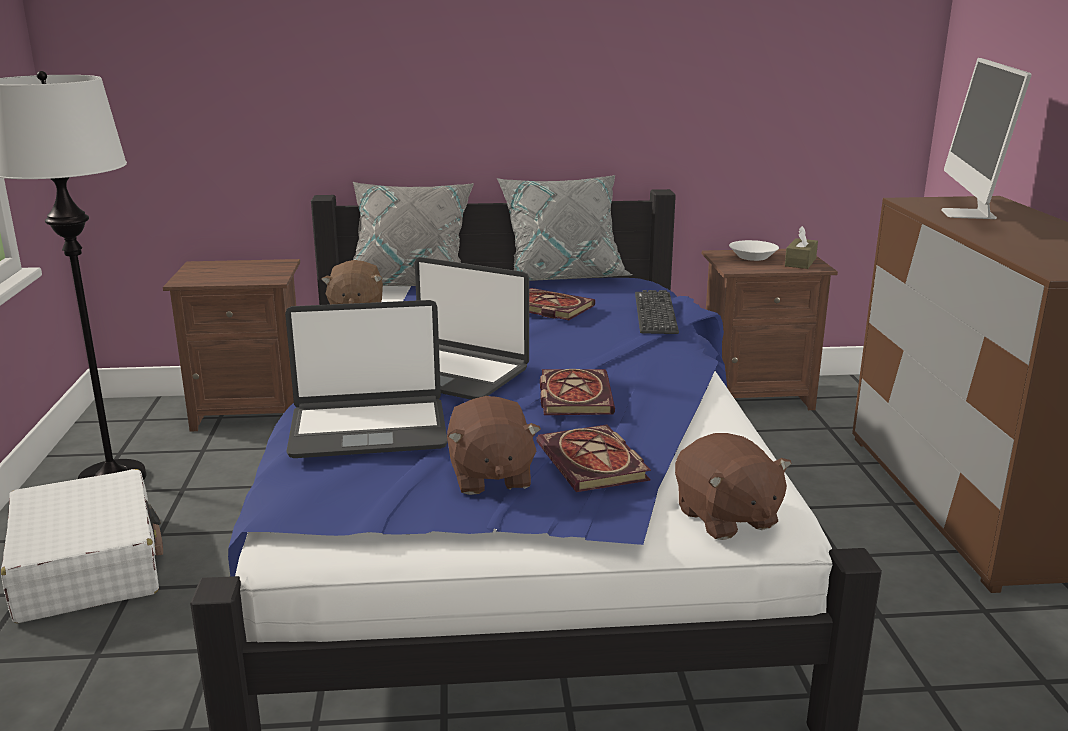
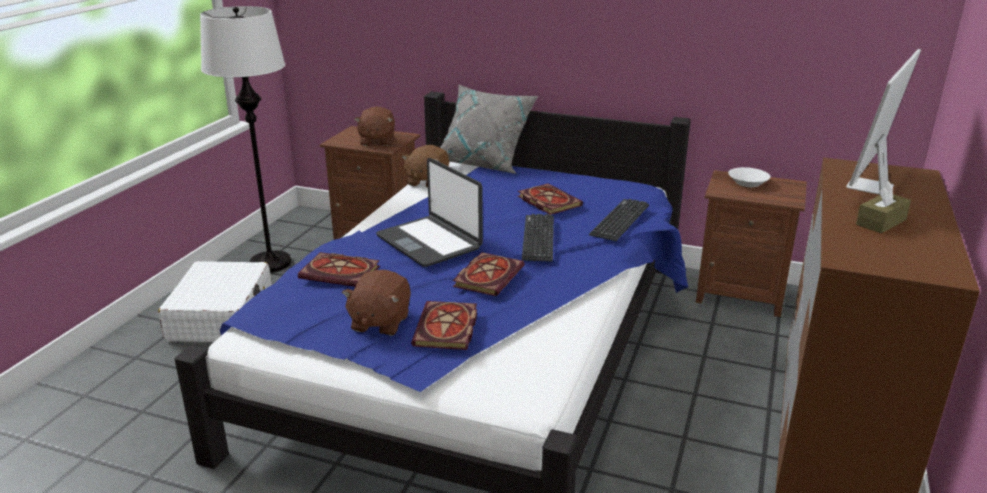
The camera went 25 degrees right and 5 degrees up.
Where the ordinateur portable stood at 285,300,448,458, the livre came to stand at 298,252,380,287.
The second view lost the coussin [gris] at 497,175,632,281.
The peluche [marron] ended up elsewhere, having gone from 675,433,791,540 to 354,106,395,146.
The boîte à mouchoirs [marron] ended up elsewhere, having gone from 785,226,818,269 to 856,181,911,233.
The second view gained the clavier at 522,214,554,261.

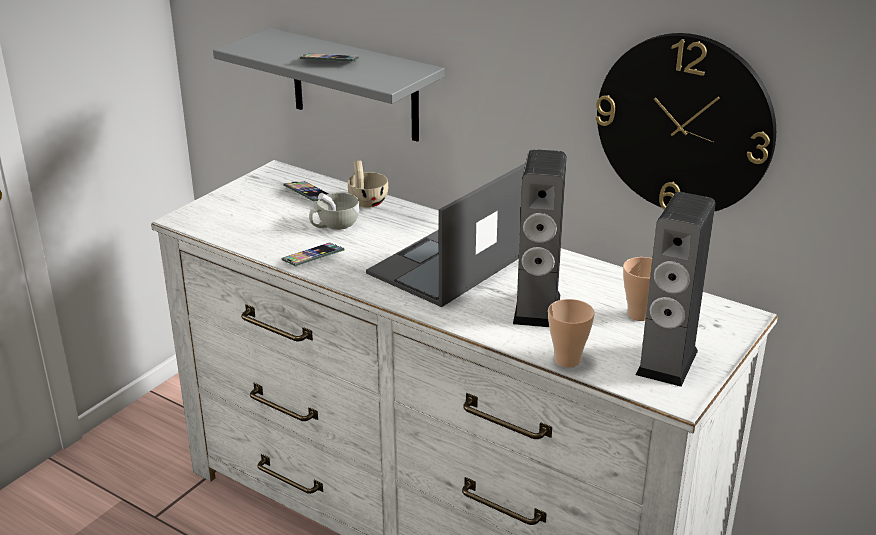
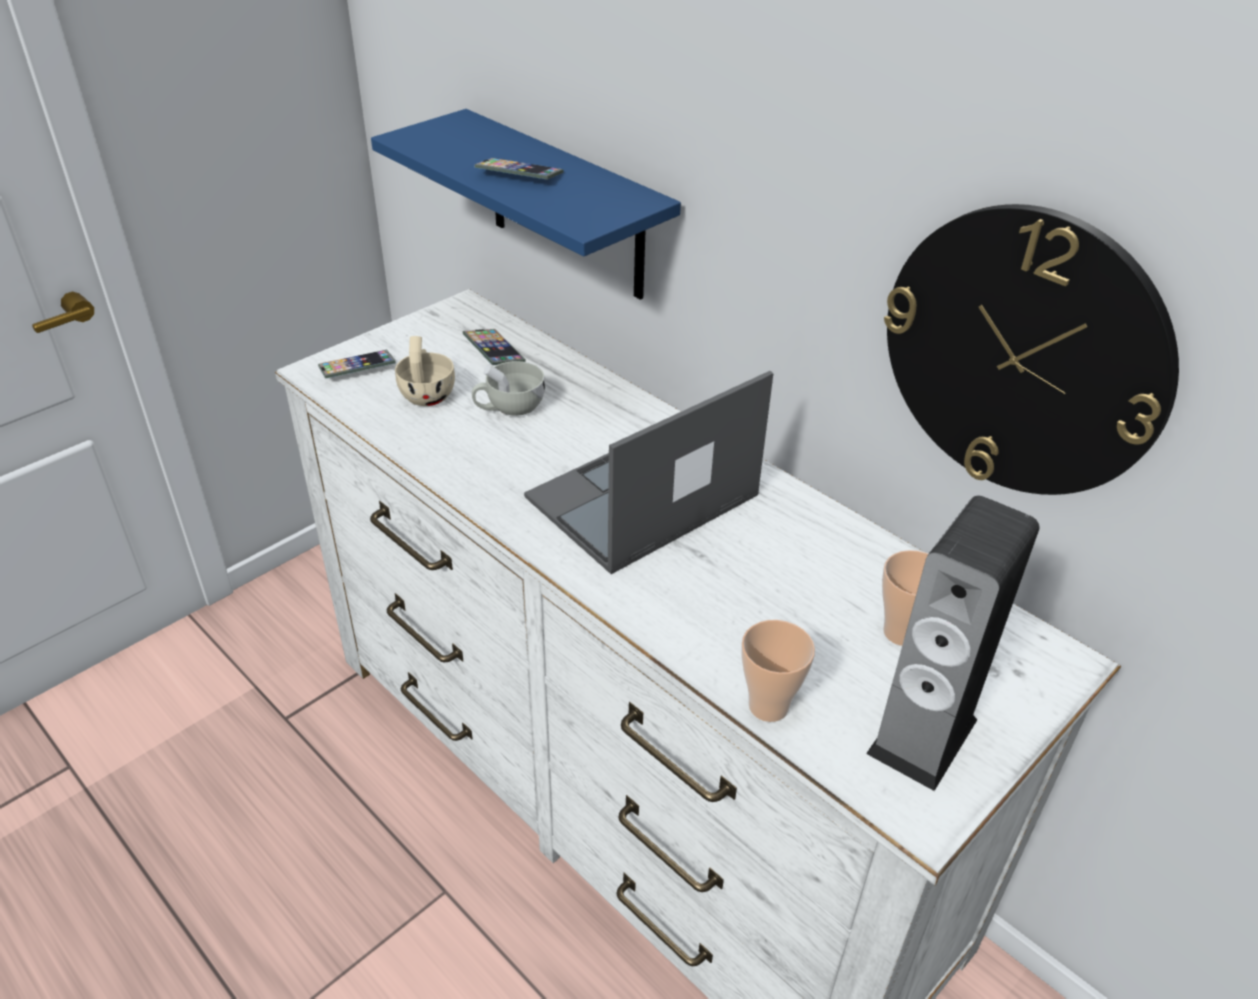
The camera went 10 degrees right and 10 degrees up.
What was the étagère [gris] at 213,28,445,142 turned into the étagère [bleu] at 371,109,681,300.
The téléphone ended up elsewhere, having gone from 281,242,344,266 to 318,350,396,379.
The tasse [beige] ended up elsewhere, having gone from 348,161,388,208 to 395,336,455,406.
The second view lost the enceinte at 513,149,567,327.

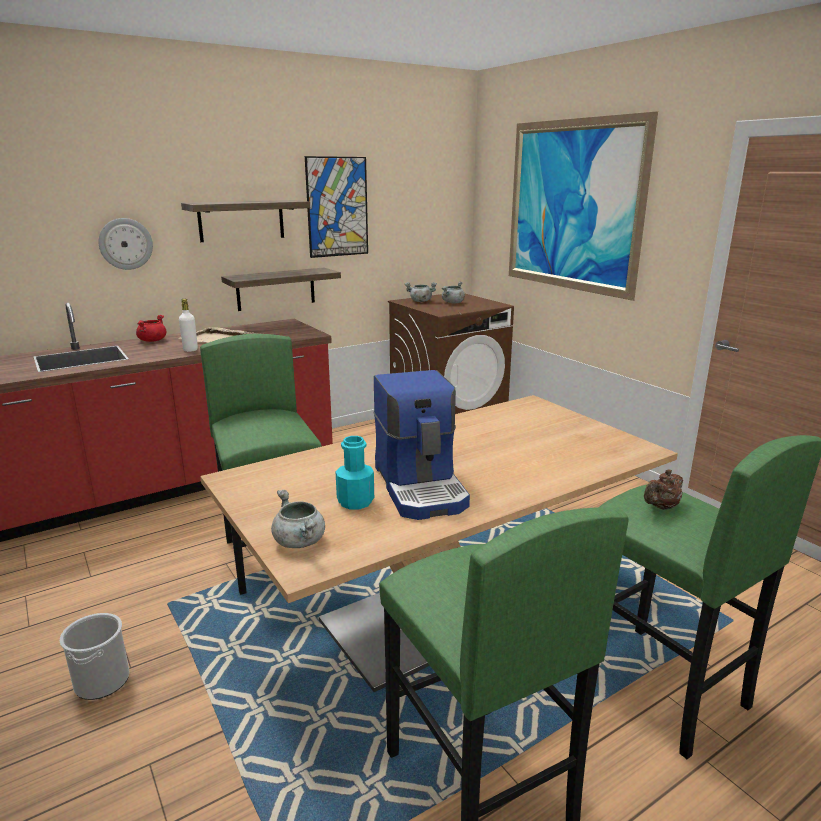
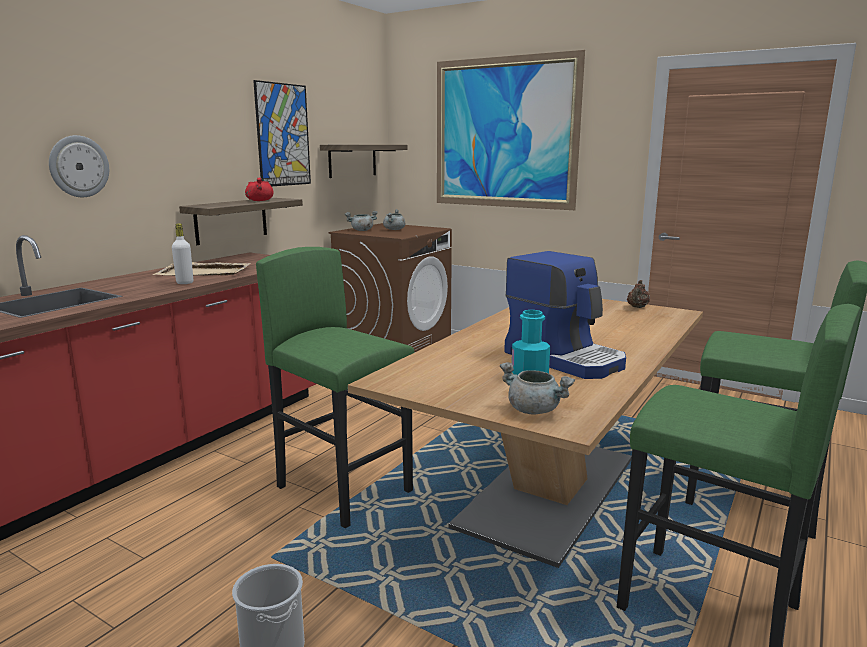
The camera went 25 degrees left and 5 degrees down.
The marmite [rouge] ended up elsewhere, having gone from 136,315,167,342 to 245,177,274,201.
The étagère ended up elsewhere, having gone from 181,200,310,242 to 320,145,408,178.
The théière [marron] ended up elsewhere, having gone from 644,469,683,510 to 627,280,650,308.

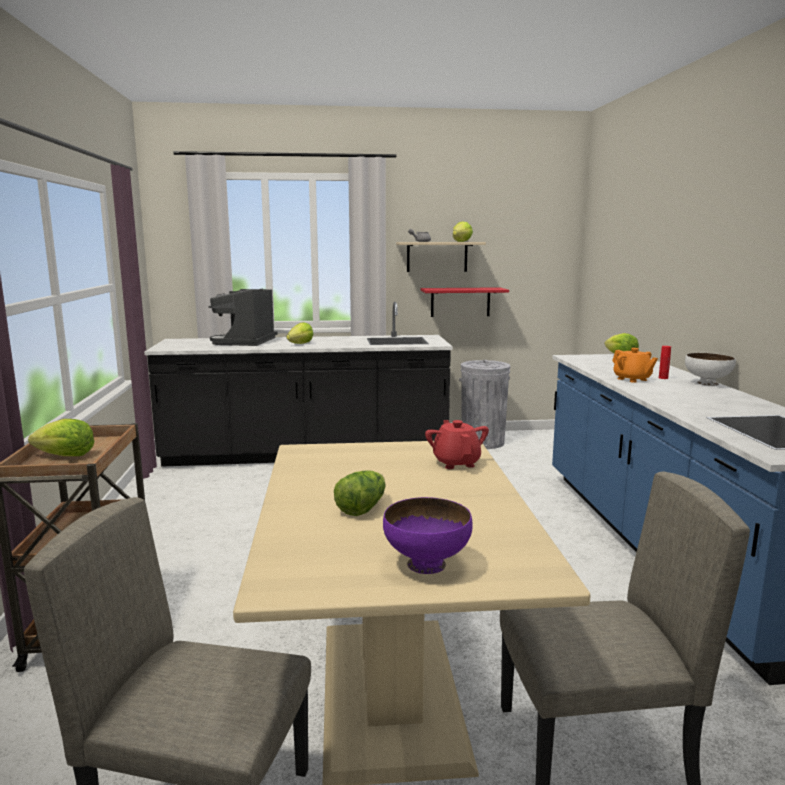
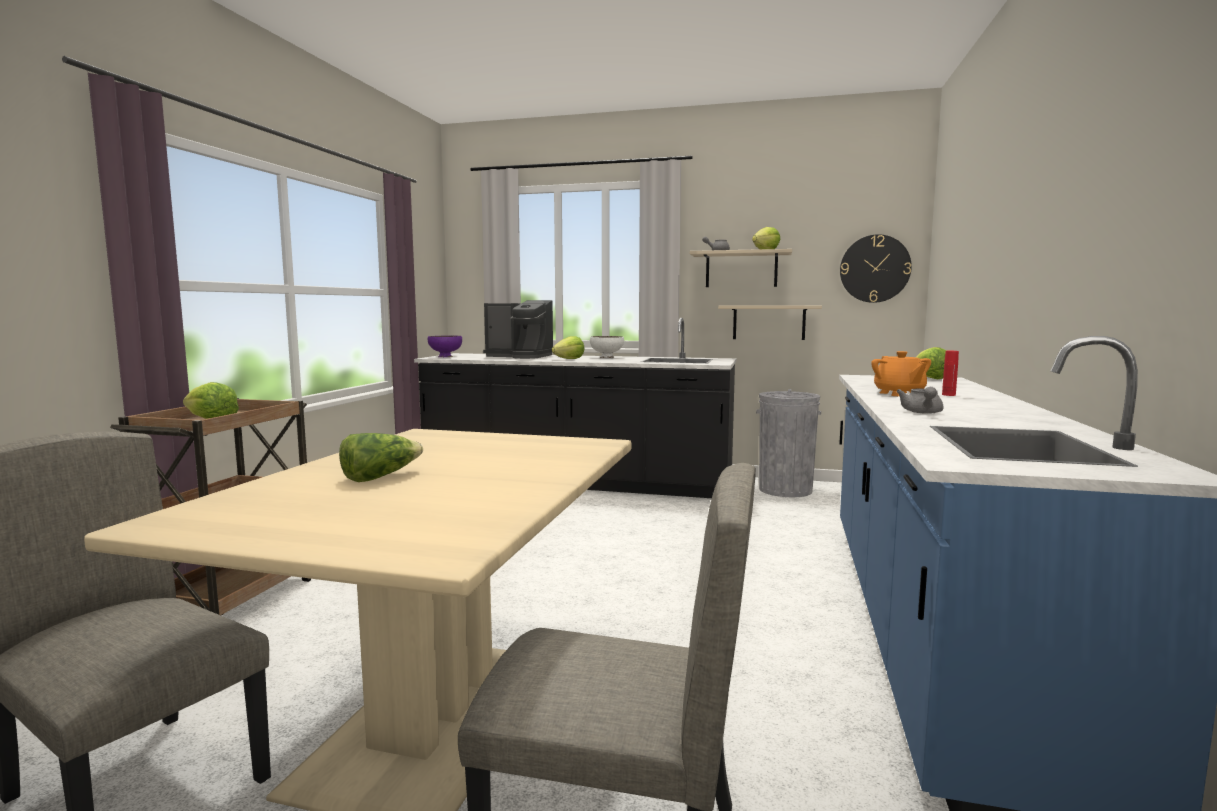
The camera went 20 degrees right and 5 degrees down.
The machine à café at 208,289,278,346 ended up facing another way, 105 degrees counterclockwise from before.
The bol [violet] ended up elsewhere, having gone from 383,497,473,574 to 428,335,462,357.
What was the étagère [rouge] at 421,287,509,317 turned into the étagère [beige] at 718,306,822,340.
The second view lost the théière [rouge] at 425,420,489,469.
The bol [blanc] ended up elsewhere, having gone from 685,353,736,386 to 590,336,624,358.
The second view gained the horloge murale at 840,234,912,303.
The second view gained the théière [gris] at 896,387,944,414.

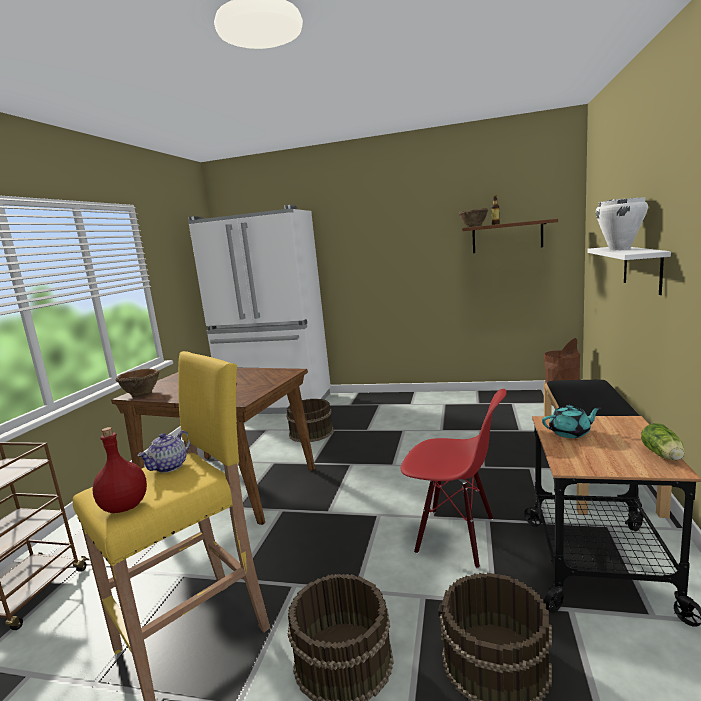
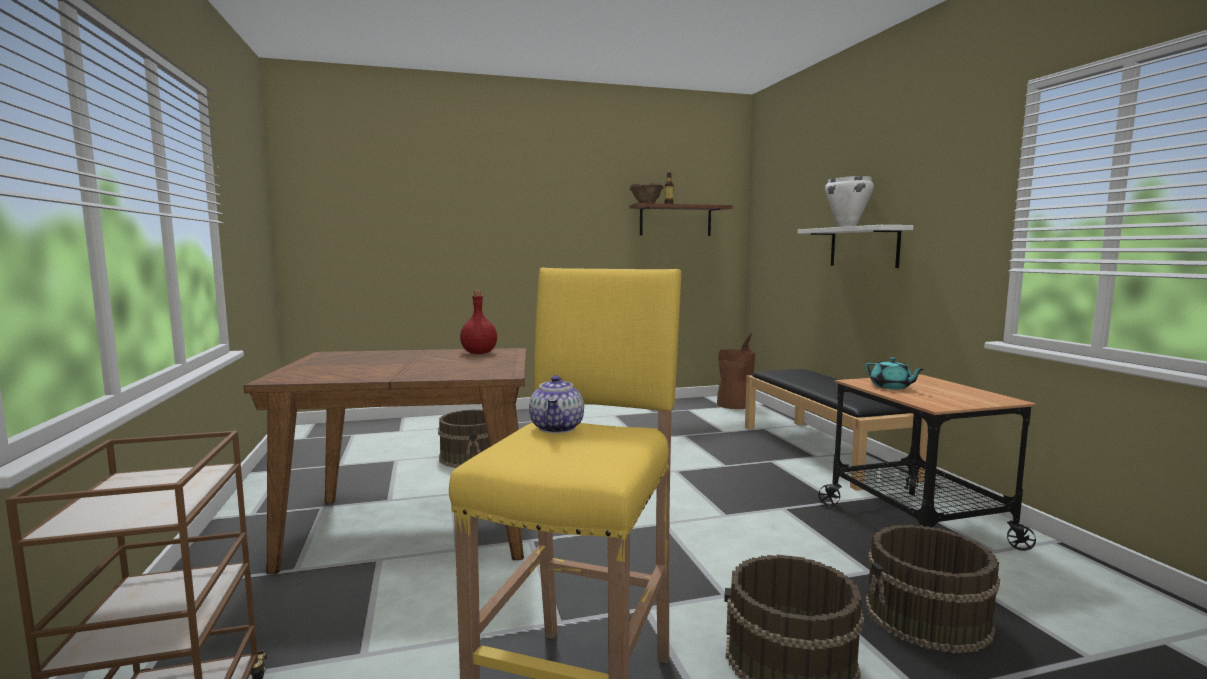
The camera went 30 degrees left and 5 degrees down.
The bouteille [rouge] ended up elsewhere, having gone from 93,427,147,513 to 460,291,497,354.
The second view lost the bol [marron] at 115,369,159,397.
The second view lost the réfrigérateur [blanc] at 188,205,331,414.
The second view lost the chaise [rouge] at 401,389,507,569.
The théière [turquoise] at 542,405,601,438 ended up facing another way, 90 degrees clockwise from before.
The second view lost the laitue at 641,423,685,460.

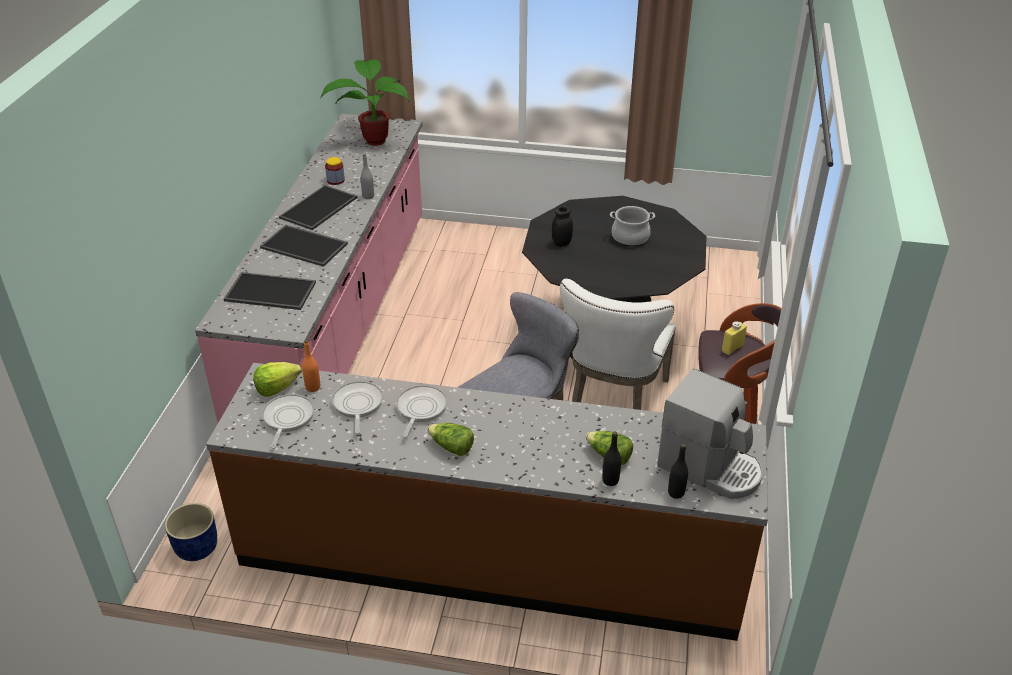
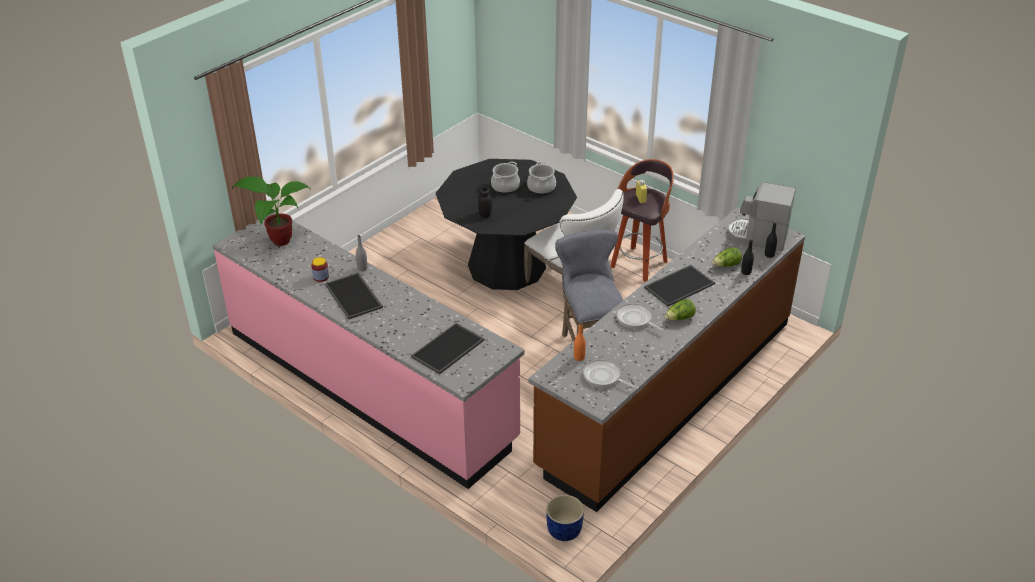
The camera went 60 degrees left and 0 degrees up.
The second view lost the laitue at 254,362,302,397.
The plateau ended up elsewhere, having gone from 260,225,348,267 to 644,265,715,306.
The second view lost the poêle at 332,381,383,434.
The machine à café at 657,368,763,499 ended up facing another way, 135 degrees counterclockwise from before.
The second view gained the marmite at 527,161,556,194.

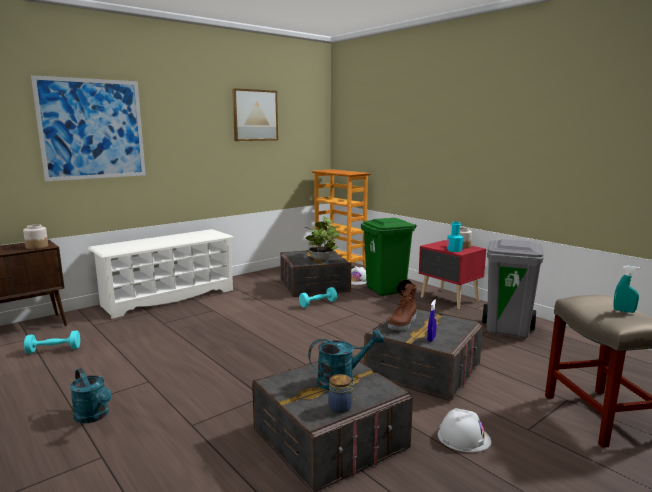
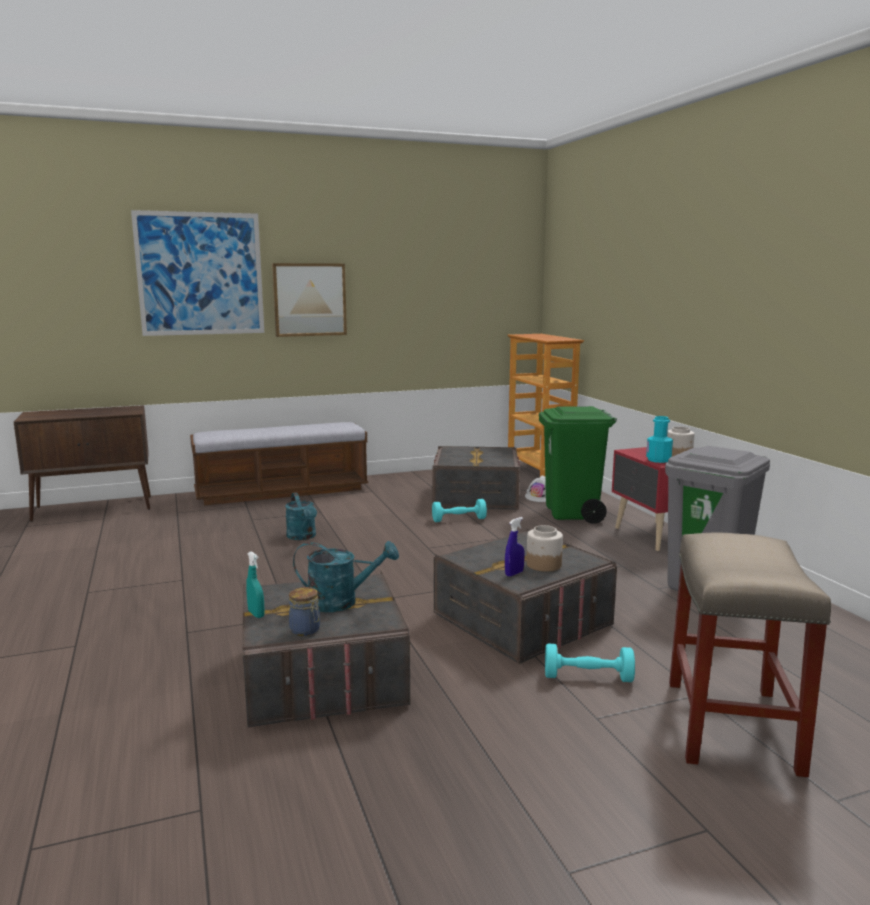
The camera went 20 degrees right and 0 degrees up.
The bocal ended up elsewhere, having gone from 23,224,48,249 to 526,525,563,572.
The haltère [turquoise] ended up elsewhere, having gone from 24,331,80,354 to 545,643,635,682.
The arrosoir [turquoise] ended up elsewhere, having gone from 70,368,112,423 to 285,492,317,540.
Where the étagère à chaussures [blanc] stood at 88,229,233,319, the banc came to stand at 190,422,368,505.
The tableau ended up elsewhere, having gone from 232,88,278,141 to 272,263,347,337.
The second view lost the plante en pot at 305,216,339,261.
The second view lost the botte [marron] at 388,284,417,330.
The second view lost the casque de chantier [blanc] at 438,408,491,452.
The vaporisateur [turquoise] ended up elsewhere, having gone from 614,266,640,313 to 246,551,265,618.

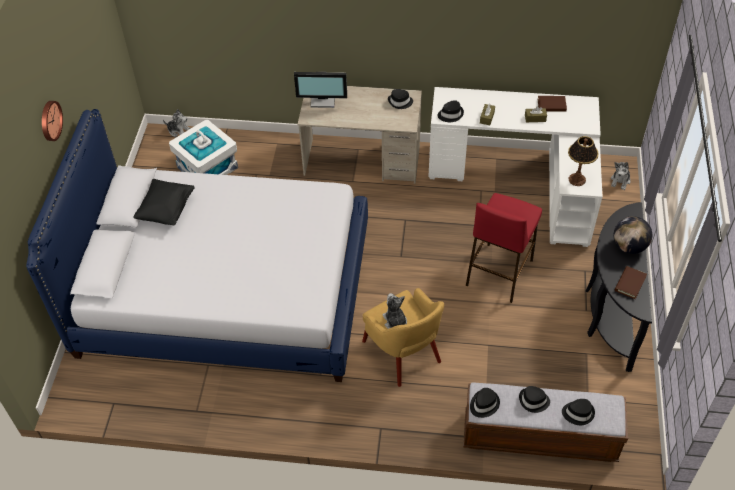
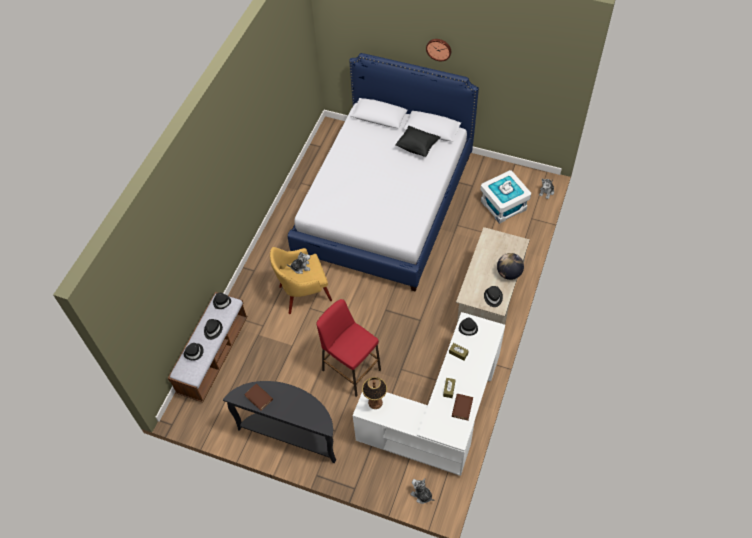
The camera went 105 degrees right and 5 degrees up.
The second view lost the écran d'ordinateur at 294,72,347,108.
The globe ended up elsewhere, having gone from 614,216,652,254 to 497,253,524,280.

